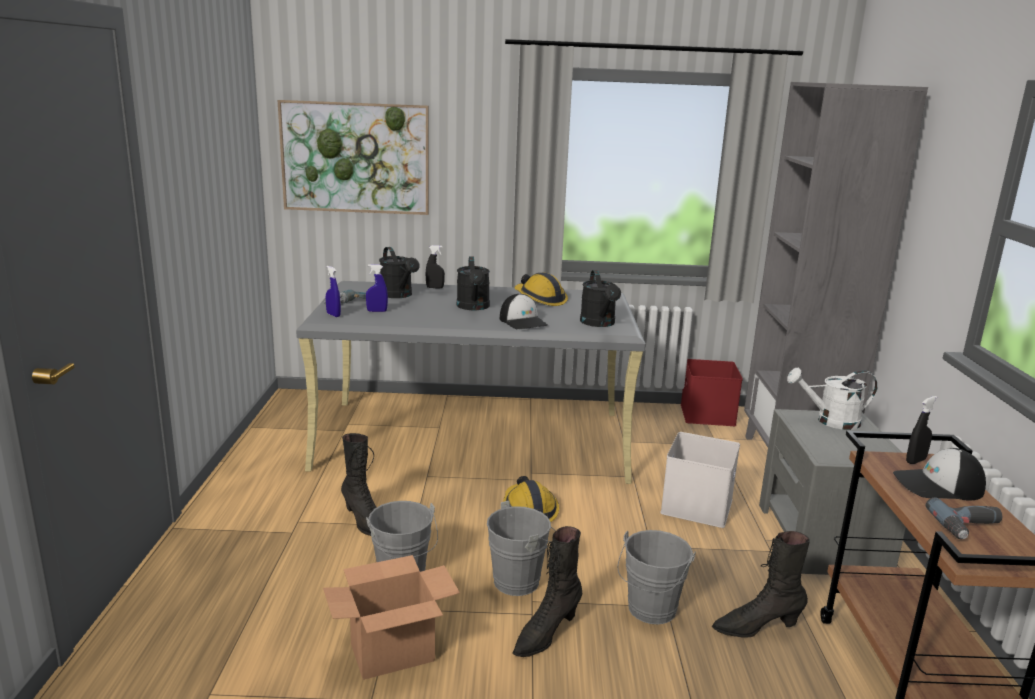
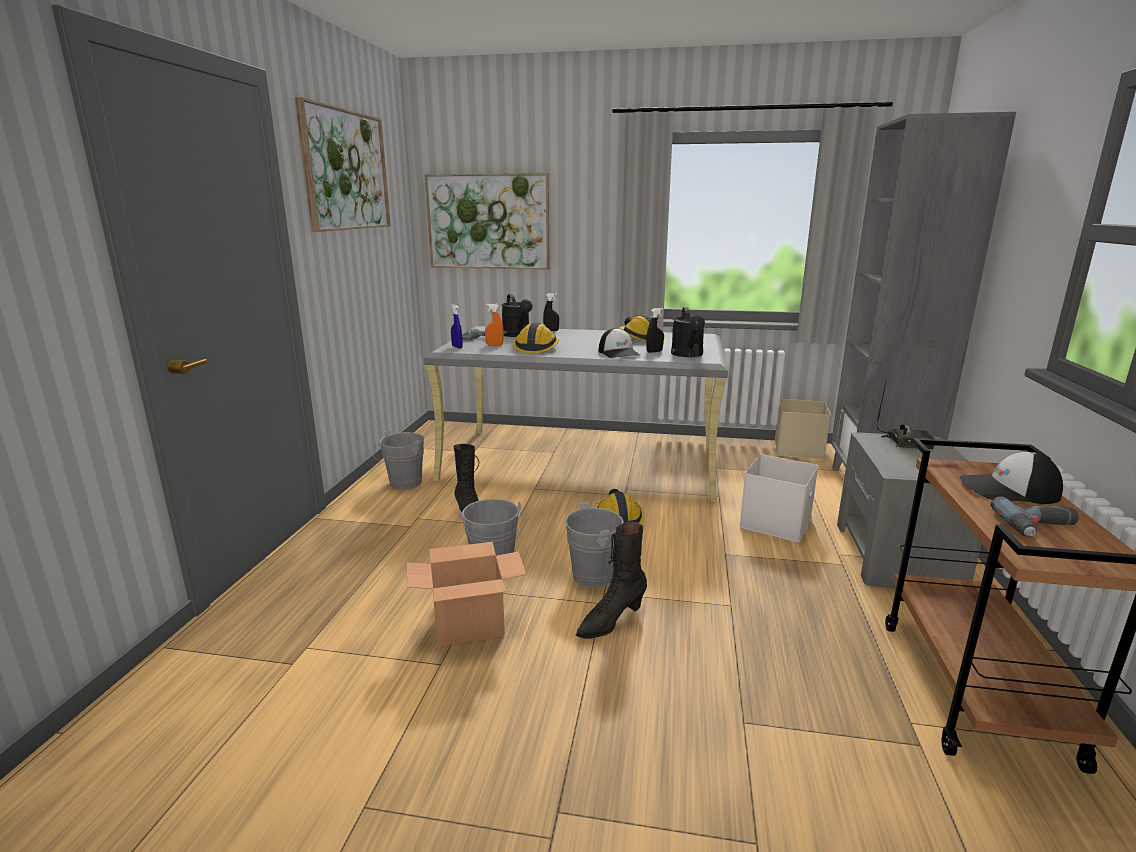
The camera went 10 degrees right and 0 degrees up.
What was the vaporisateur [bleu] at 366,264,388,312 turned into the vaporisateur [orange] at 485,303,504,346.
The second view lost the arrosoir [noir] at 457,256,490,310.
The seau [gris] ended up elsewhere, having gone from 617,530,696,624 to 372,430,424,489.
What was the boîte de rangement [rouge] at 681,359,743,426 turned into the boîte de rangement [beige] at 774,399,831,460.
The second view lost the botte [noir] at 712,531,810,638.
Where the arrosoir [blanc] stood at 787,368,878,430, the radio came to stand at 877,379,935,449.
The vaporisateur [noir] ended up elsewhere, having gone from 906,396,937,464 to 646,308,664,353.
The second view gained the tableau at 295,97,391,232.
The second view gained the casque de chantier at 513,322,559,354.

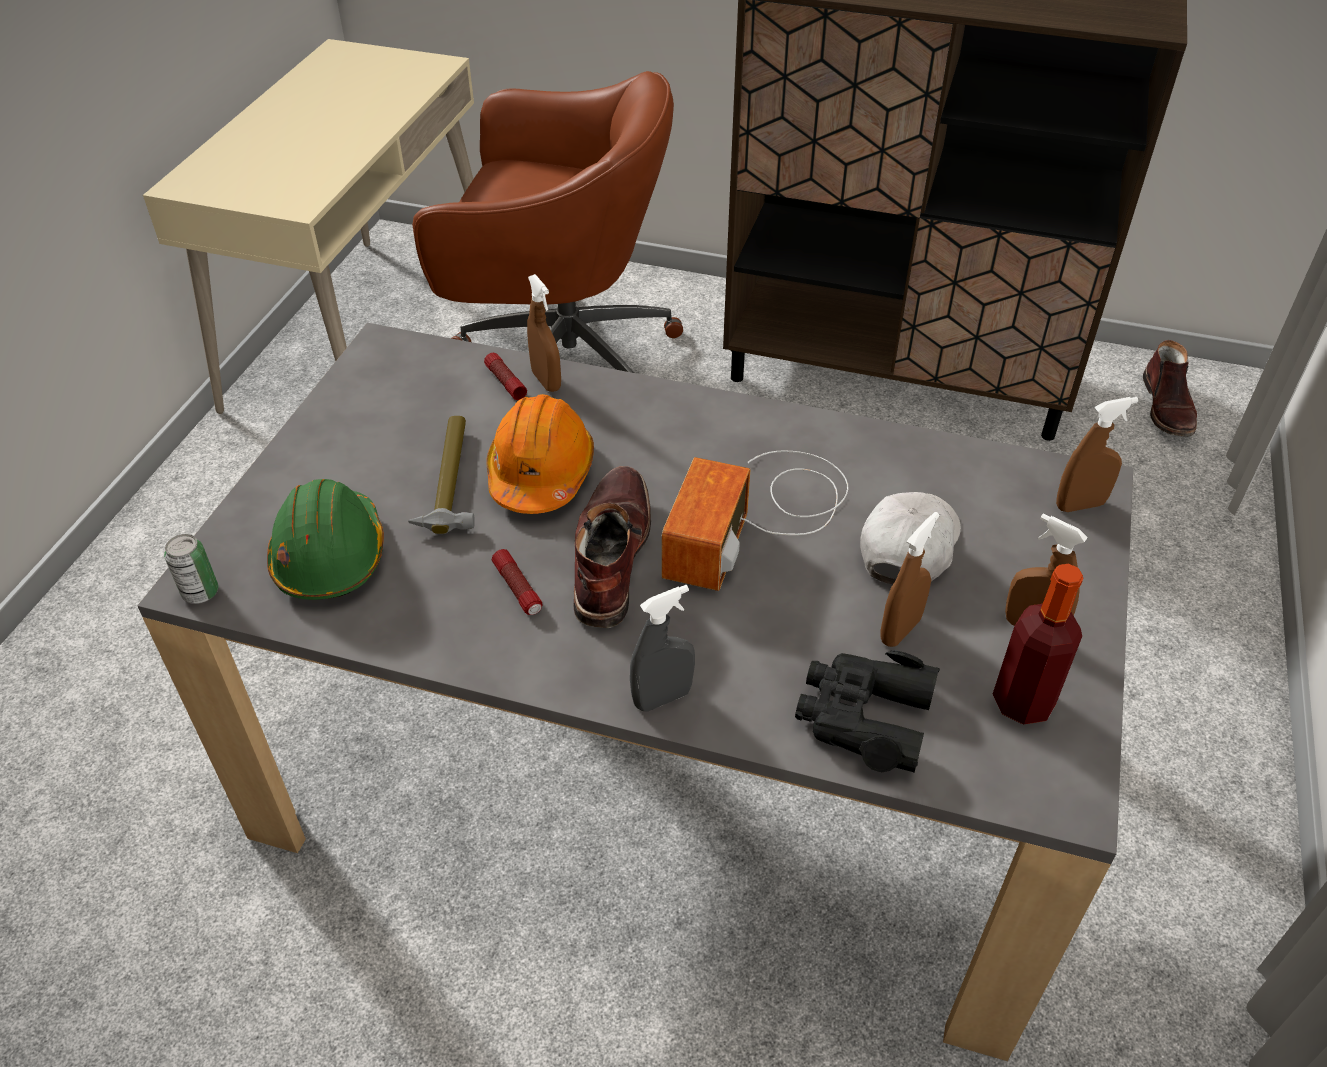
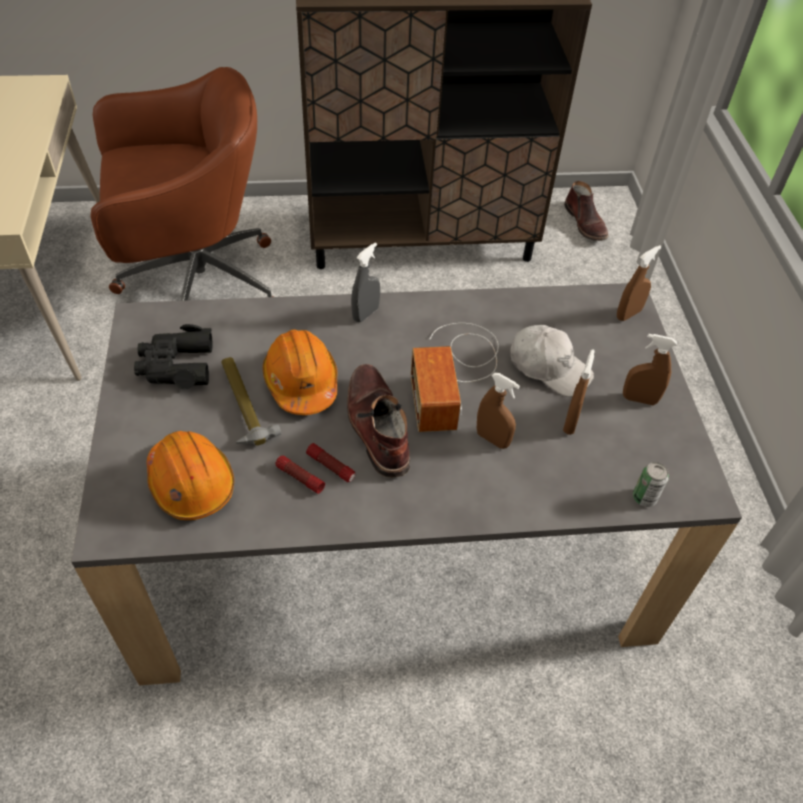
The camera went 25 degrees left and 5 degrees up.
The boîte métallique ended up elsewhere, having gone from 164,534,218,604 to 633,462,669,507.
What was the casque de chantier [vert] at 267,479,384,600 turned into the casque de chantier [orange] at 147,431,234,520.
The lampe de poche ended up elsewhere, having gone from 484,353,527,400 to 275,456,325,494.
The vaporisateur [marron] ended up elsewhere, having gone from 527,274,561,392 to 477,373,520,449.
The vaporisateur [gris] ended up elsewhere, having gone from 630,585,695,712 to 351,242,380,322.
The jumelles [noir] ended up elsewhere, having gone from 795,650,940,772 to 134,324,212,389.
The casquette [blanc] at 860,492,961,584 ended up facing another way, 120 degrees clockwise from before.
The second view lost the bouteille at 993,564,1083,725.

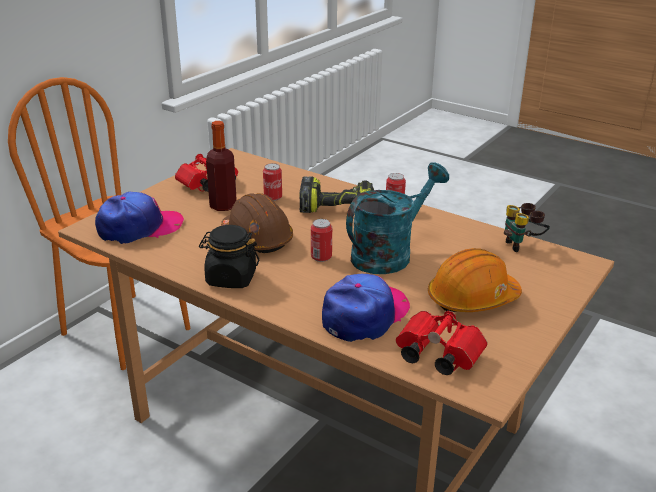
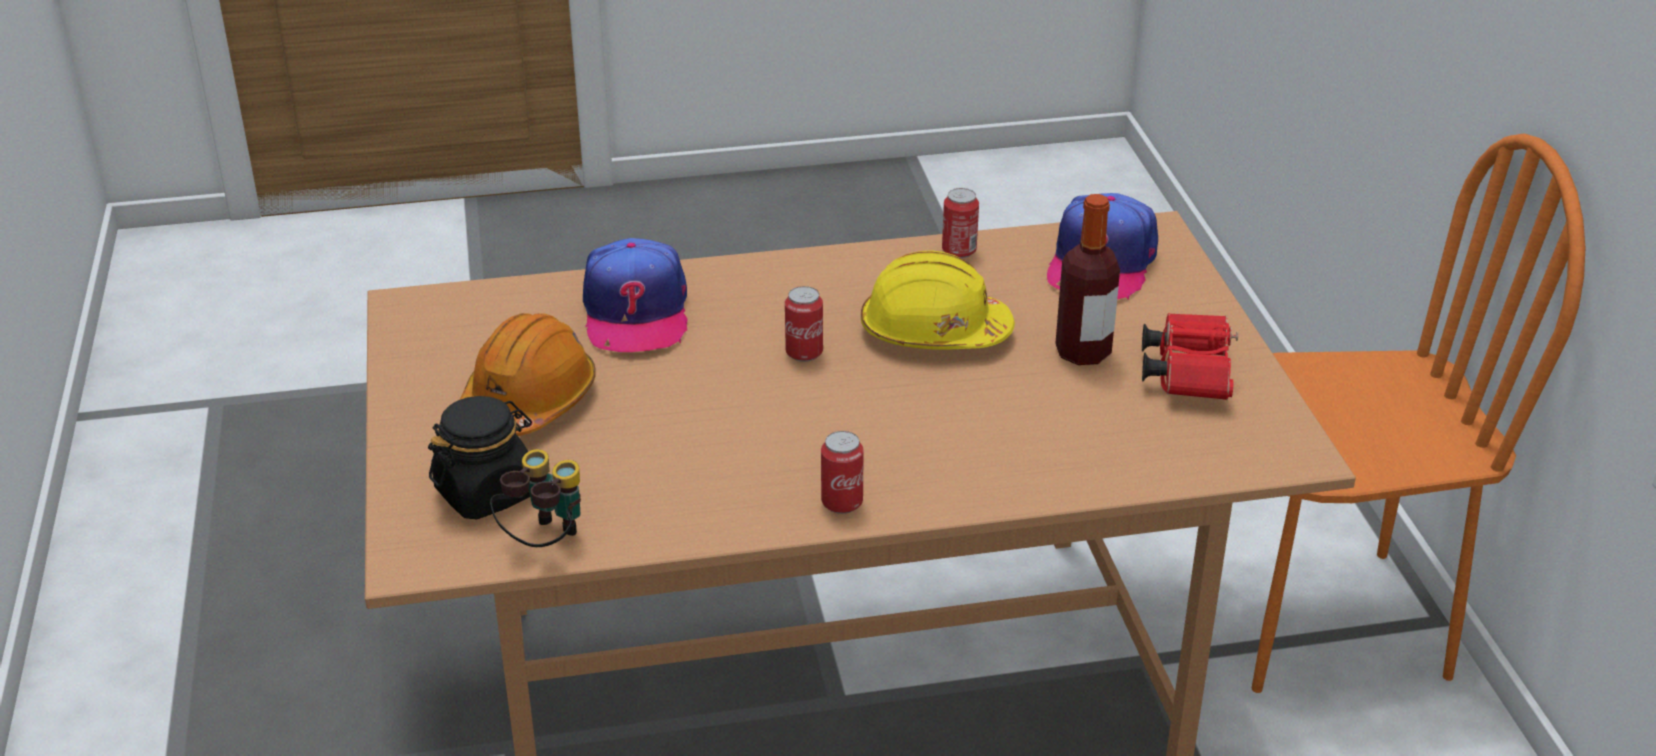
The camera went 135 degrees right and 5 degrees up.
The bocal [noir] ended up elsewhere, having gone from 199,225,259,288 to 428,396,532,520.
What was the casque de chantier [marron] at 221,193,293,253 turned into the casque de chantier [jaune] at 861,250,1015,350.
The boîte métallique ended up elsewhere, having gone from 263,163,282,201 to 942,188,979,258.
The second view lost the perceuse at 299,176,374,213.
The second view lost the arrosoir [turquoise] at 346,162,449,274.
The second view lost the jumelles [rouge] at 396,310,488,375.

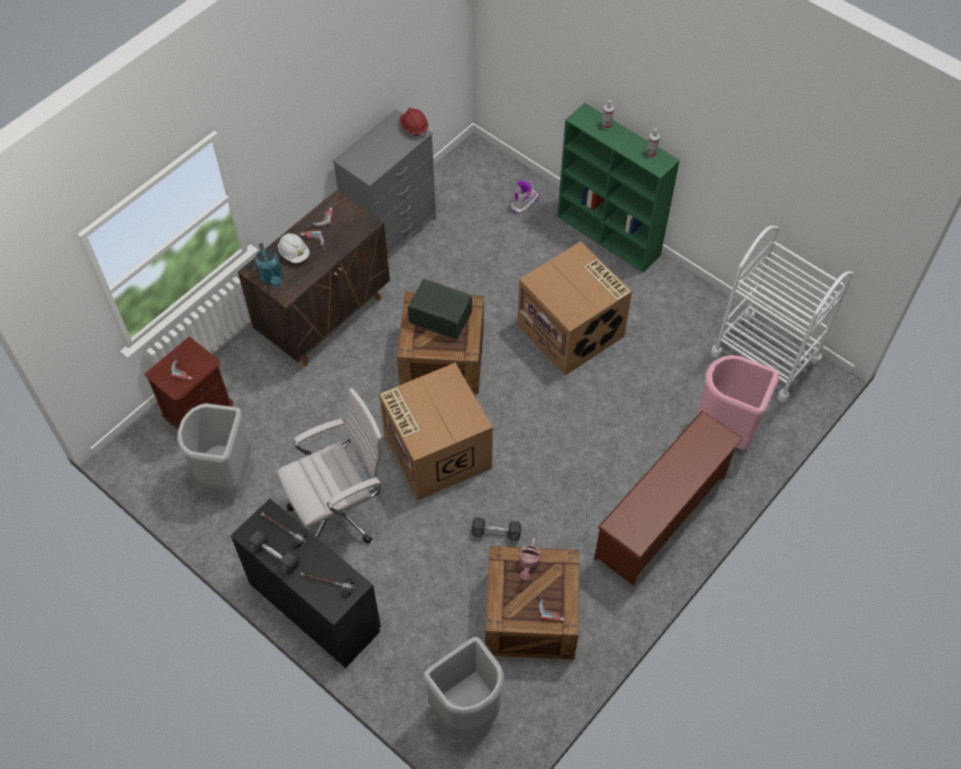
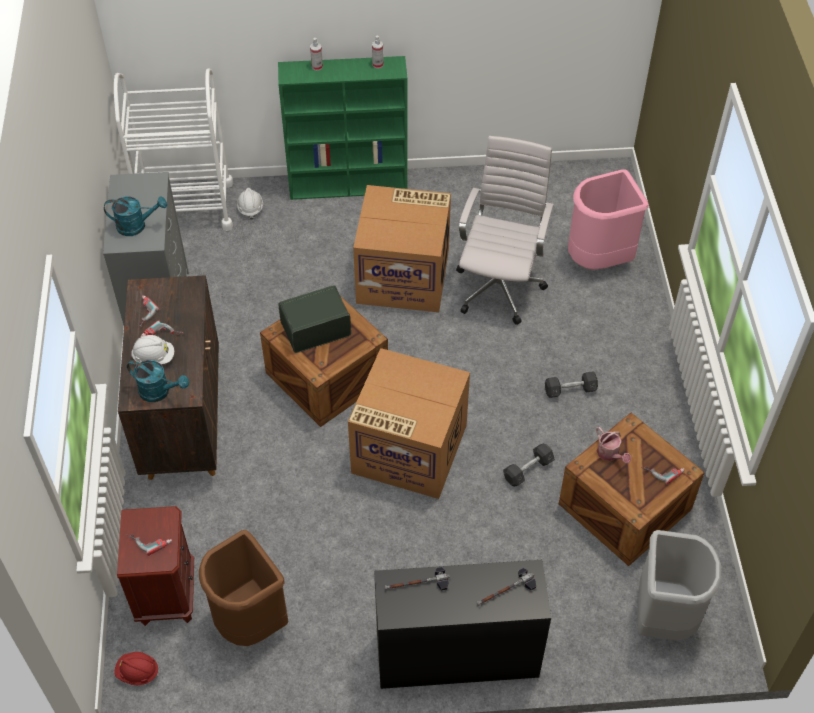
The camera went 45 degrees left and 5 degrees down.
What was the poubelle [gris] at 177,403,251,494 turned into the poubelle [marron] at 199,530,288,646.
The haltère [gris] ended up elsewhere, having gone from 247,531,300,575 to 545,371,598,398.
The chaise de bureau [blanc] ended up elsewhere, having gone from 277,388,384,544 to 456,136,554,325.
The casque de chantier [rouge] ended up elsewhere, having gone from 399,108,428,137 to 114,652,159,685.
Where the botte stood at 511,181,539,214, the casque de chantier [blanc] came to stand at 237,188,263,220.
The second view lost the étagère à chaussures [marron] at 594,411,743,585.
The chariot [blanc] ended up elsewhere, having gone from 710,226,853,403 to 113,68,234,231.
The second view gained the arrosoir [turquoise] at 104,197,167,236.

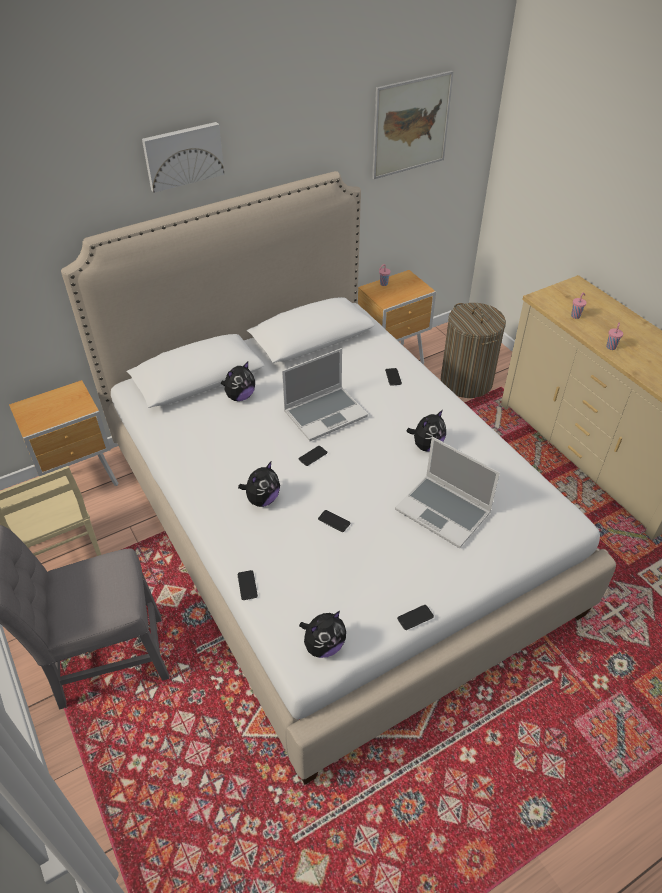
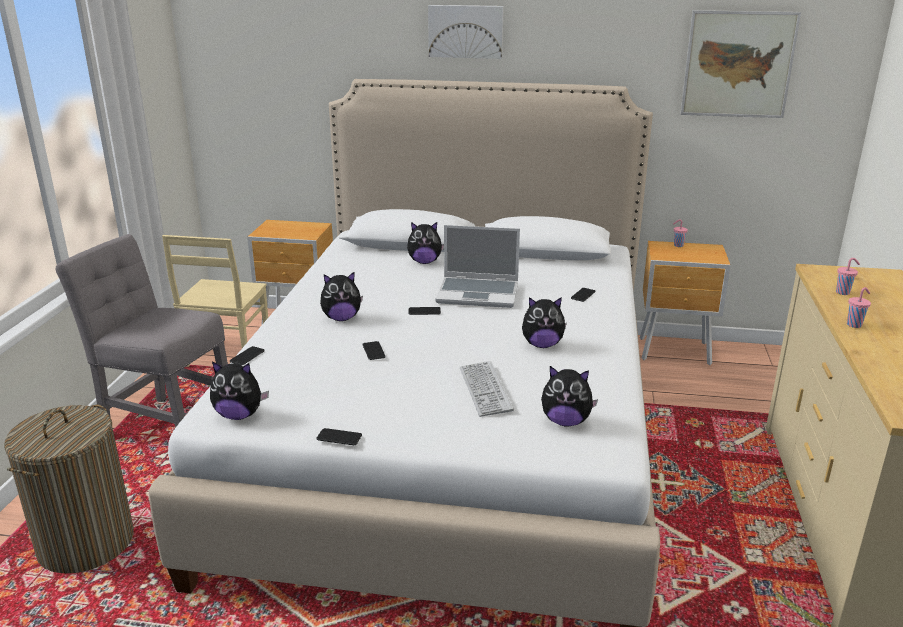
The camera went 40 degrees right and 20 degrees down.
Where the ordinateur portable stood at 395,437,500,548, the clavier came to stand at 460,361,514,417.
The panier à linge ended up elsewhere, having gone from 441,303,506,398 to 4,405,134,574.
The second view gained the peluche at 541,366,598,427.

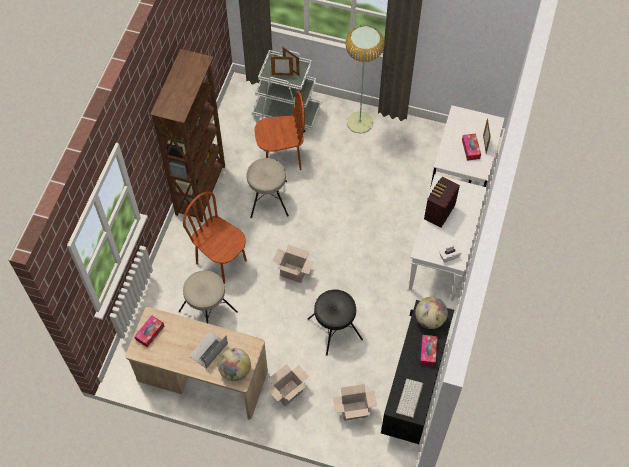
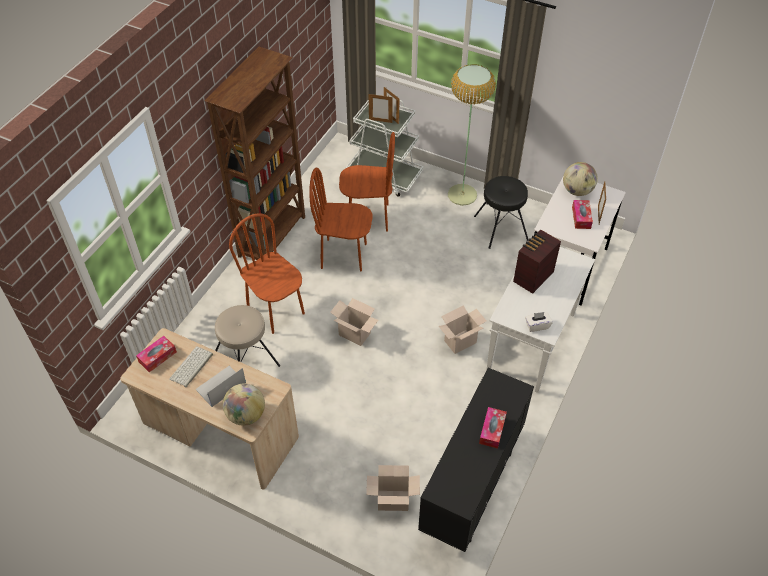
The camera went 10 degrees right and 10 degrees down.
Where the tabouret [beige] stood at 247,158,289,218, the chaise [marron] came to stand at 309,168,373,272.
The carton ended up elsewhere, having gone from 267,364,309,406 to 439,306,486,354.
The tabouret [noir] ended up elsewhere, having gone from 308,289,363,356 to 474,176,529,249.
The clavier ended up elsewhere, having gone from 396,379,423,418 to 169,346,213,387.
The globe ended up elsewhere, having gone from 415,297,448,329 to 563,162,598,196.

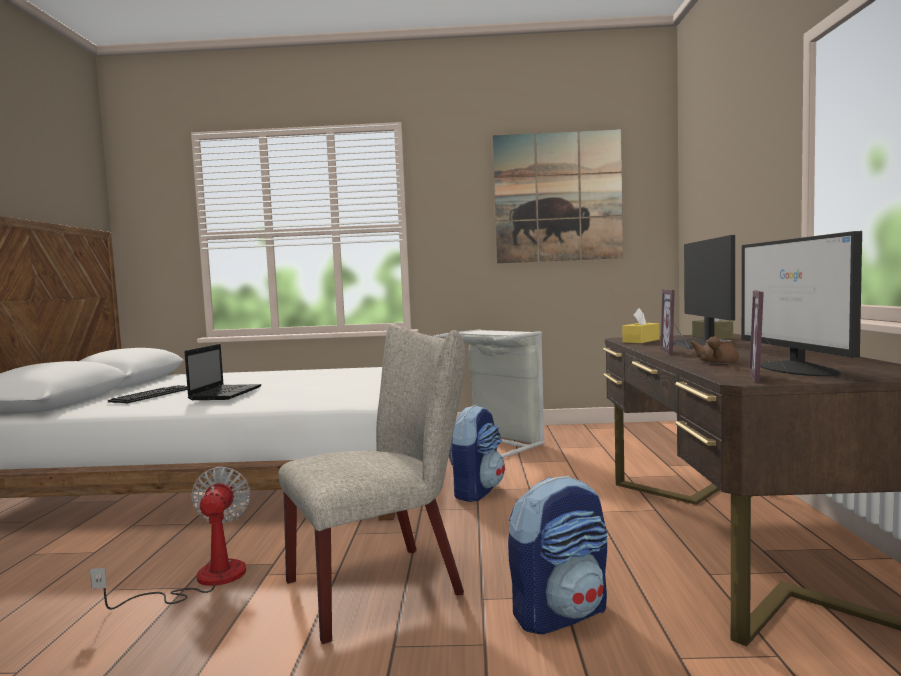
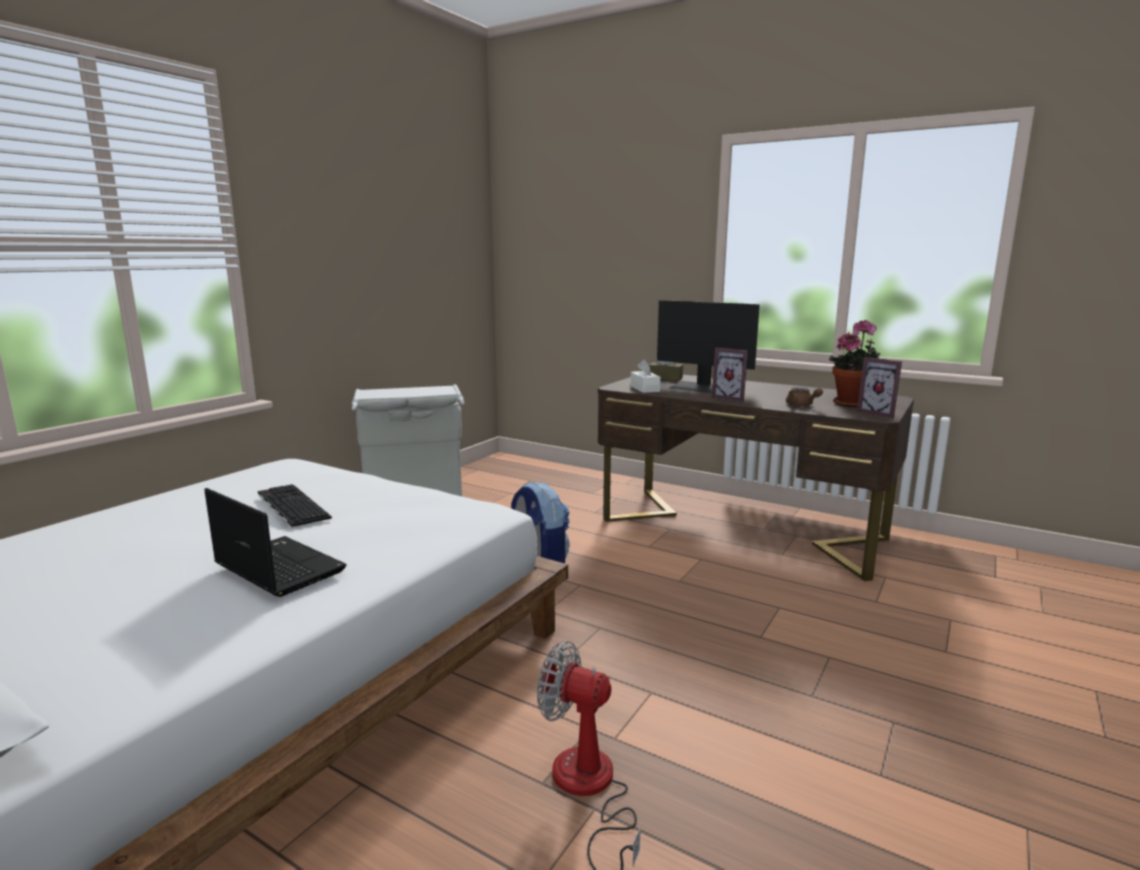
The camera went 60 degrees left and 10 degrees up.
The clavier ended up elsewhere, having gone from 108,385,188,403 to 258,484,332,528.
The second view lost the chaise [beige] at 279,324,466,644.
The second view lost the tableau at 493,129,623,263.
The second view lost the sac à dos at 508,476,607,634.
What was the boîte à mouchoirs [jaune] at 622,308,659,343 turned into the boîte à mouchoirs [blanc] at 631,360,661,393.
Where the écran d'ordinateur stood at 742,231,862,376, the plante en pot came to stand at 829,320,880,407.

